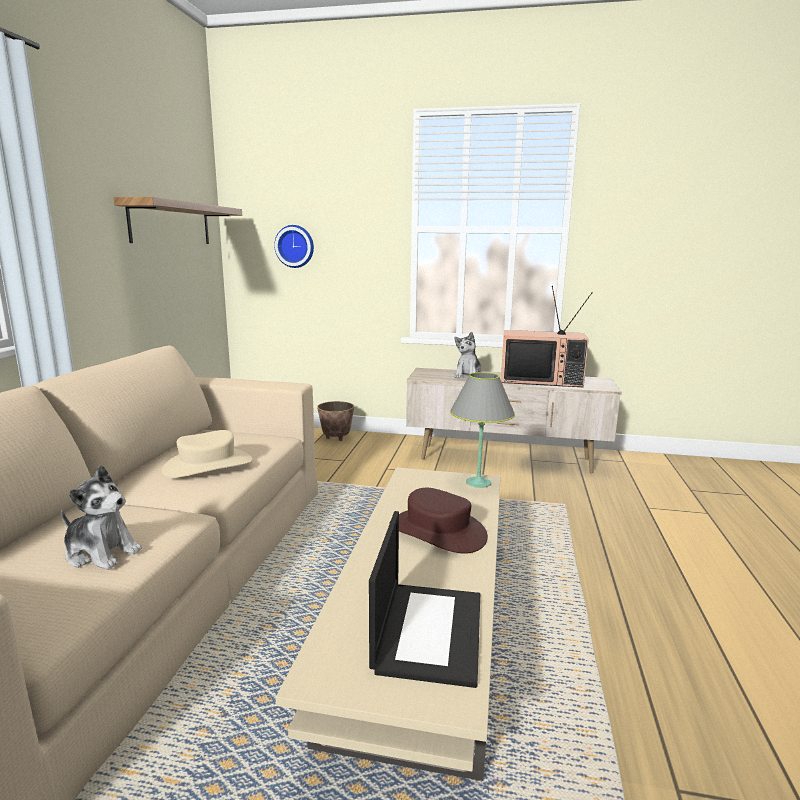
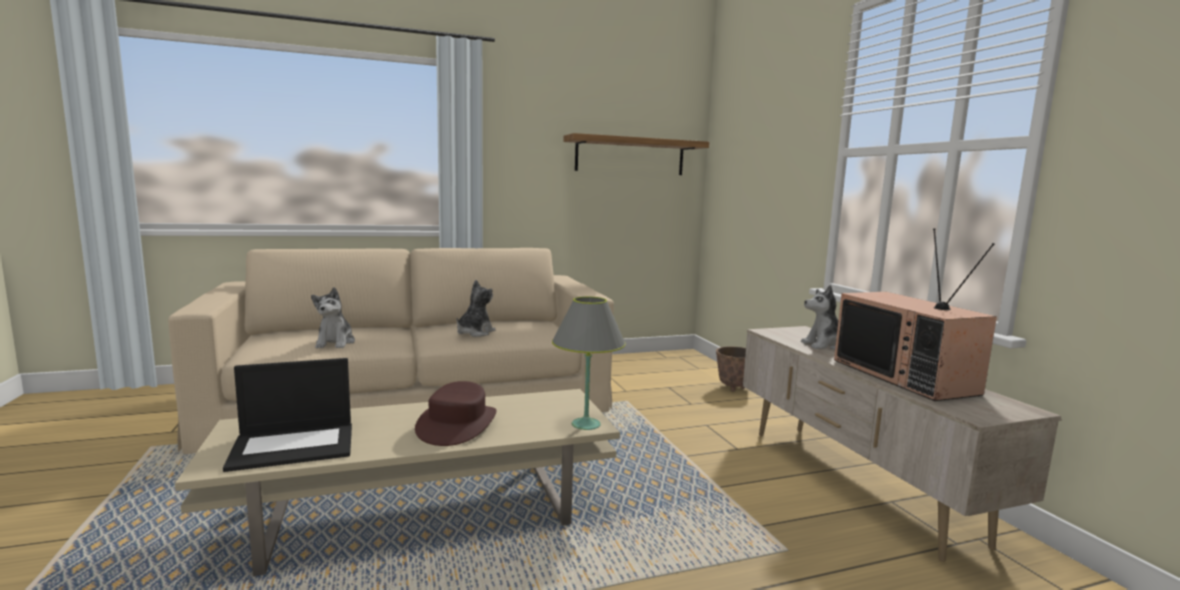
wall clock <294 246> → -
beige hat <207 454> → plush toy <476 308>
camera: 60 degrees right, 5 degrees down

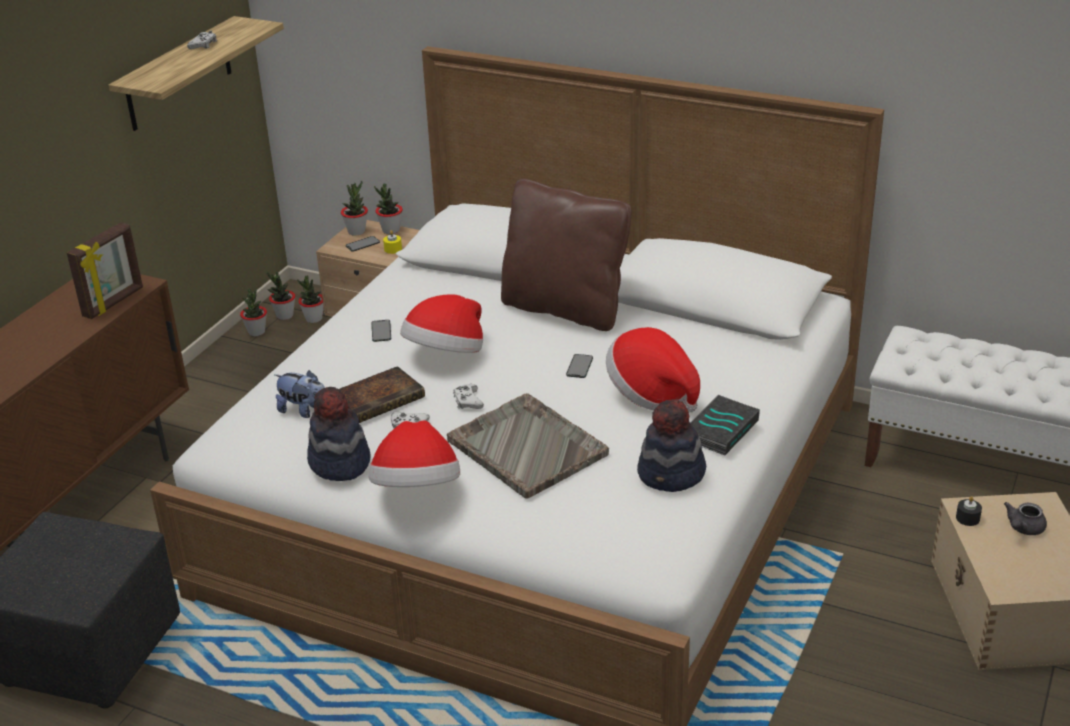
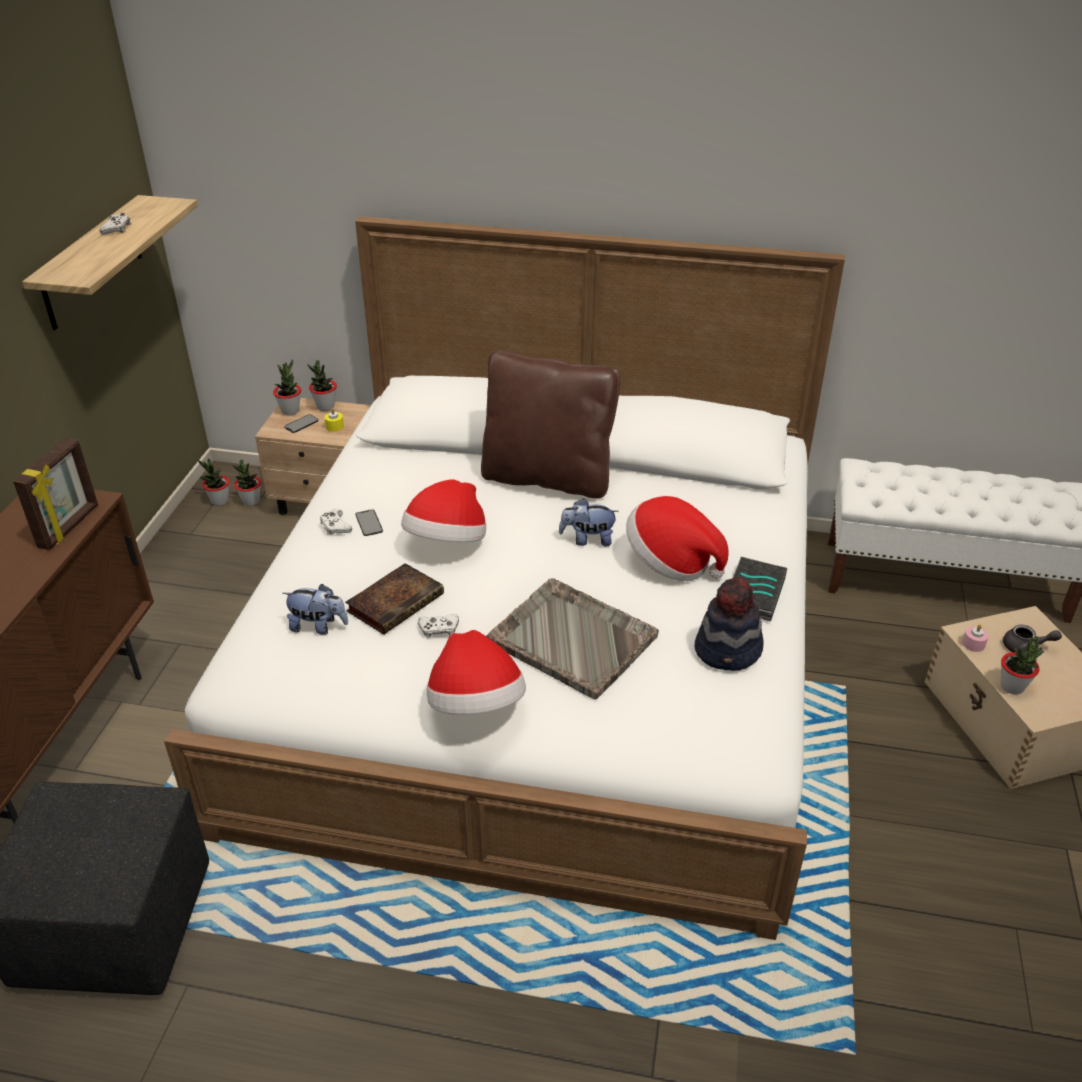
potted plant <253 312> → potted plant <1023 665>, move
phone <579 366> → plush toy <589 522>
white game controller <468 396> → white game controller <336 522>, move
hat <339 434> → -
black candle <969 511> → pink candle <975 638>
grey teapot <1025 518> → grey teapot <1032 638>, 105 degrees counterclockwise
camera: 15 degrees left, 5 degrees up

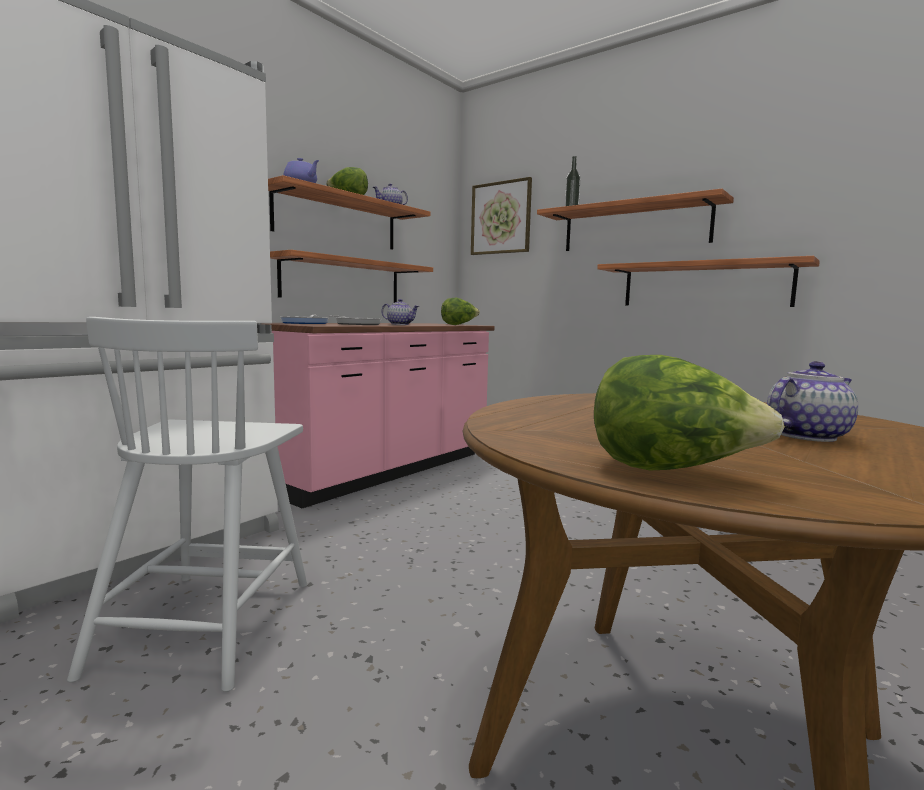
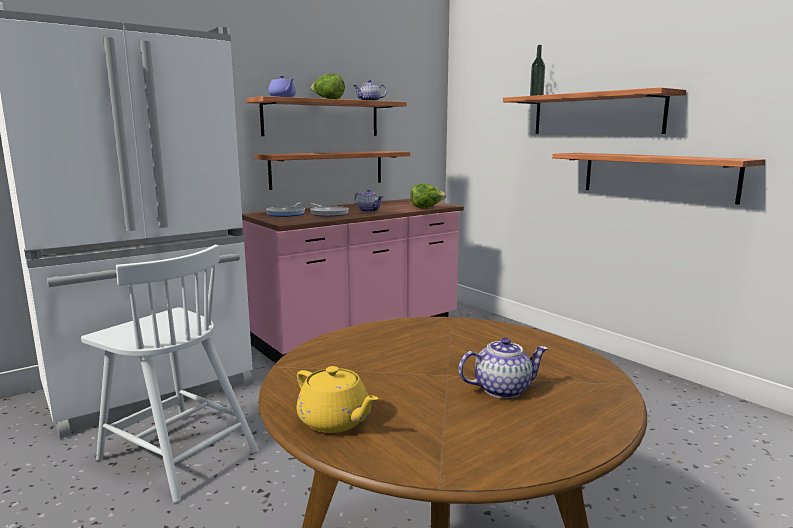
picture <501 216> → -
white chair <187 504> → white chair <170 374>, 75 degrees counterclockwise
lettuce <689 412> → yellow teapot <338 399>
camera: 15 degrees right, 5 degrees up

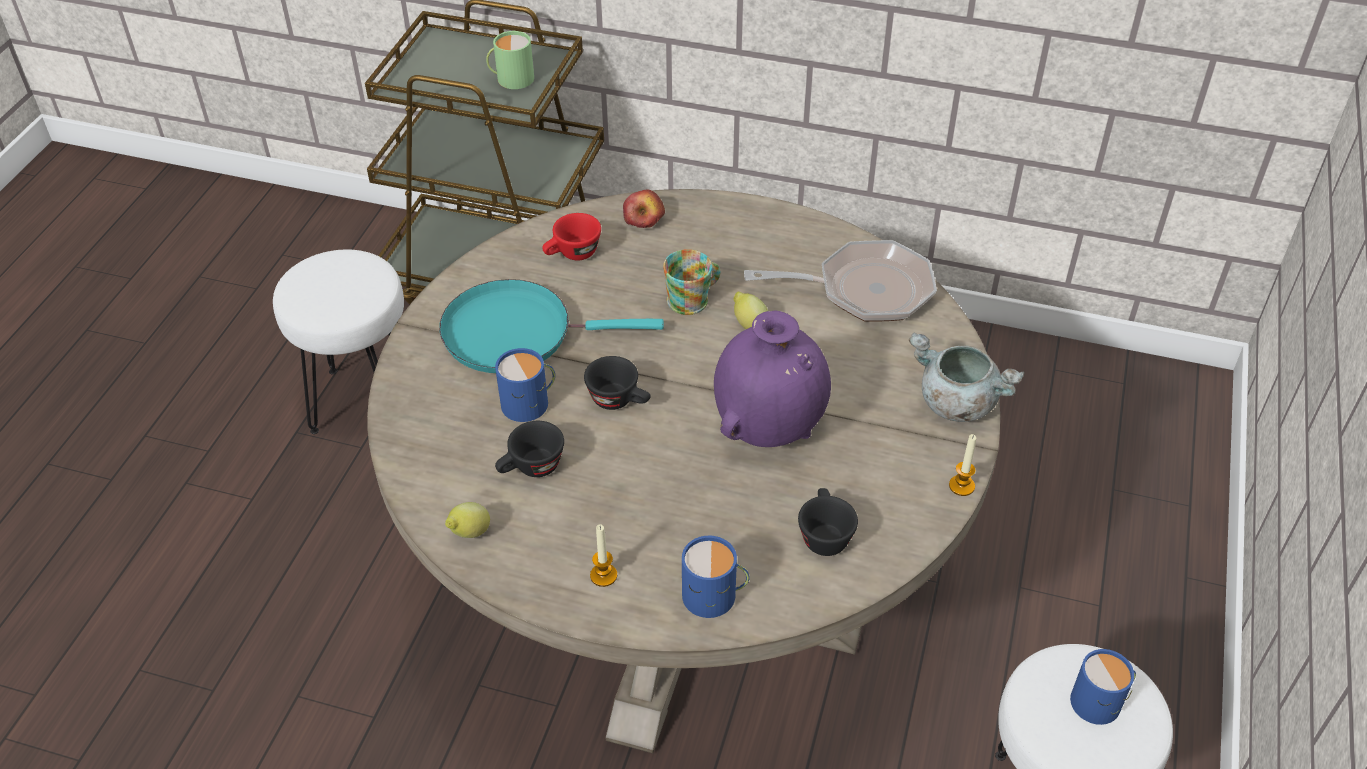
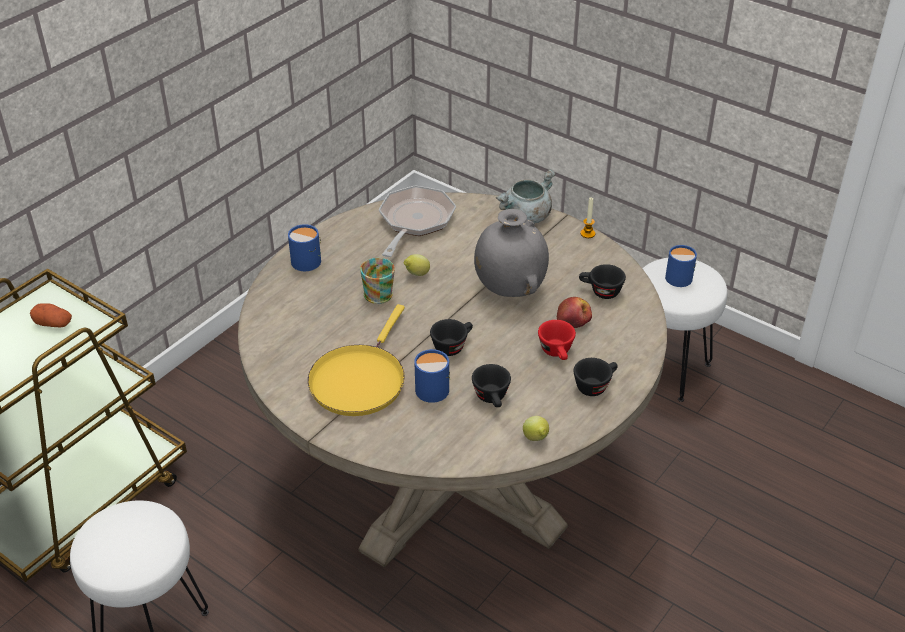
green mug <510 60> → potato <51 315>
apple <644 209> → apple <574 312>, move
red cup <571 236> → red cup <557 340>, move
turquoise frying pan <551 326> → yellow frying pan <356 360>
purple vase <772 378> → grey vase <511 253>
candle <603 555> → black cup <596 377>
blue mug <716 577> → blue mug <304 247>, move
camera: 70 degrees left, 5 degrees down

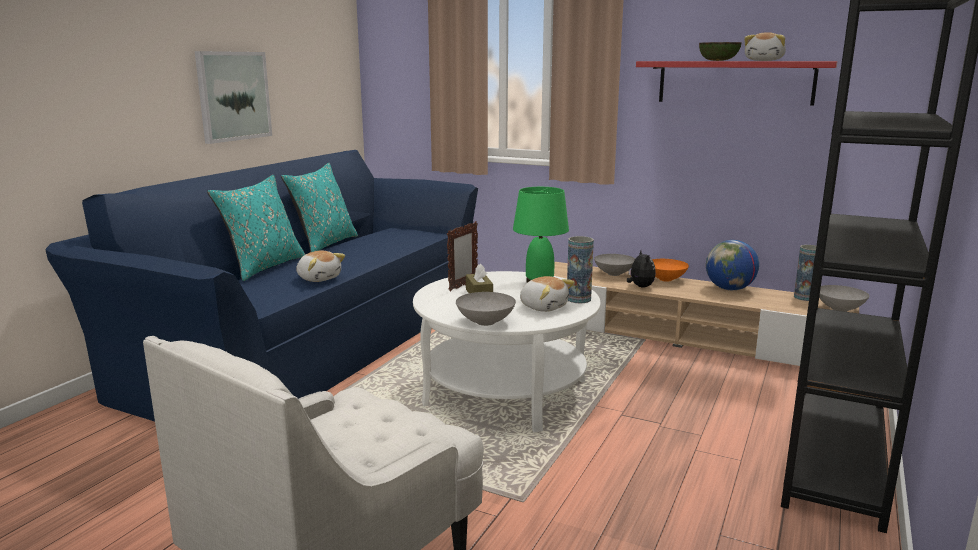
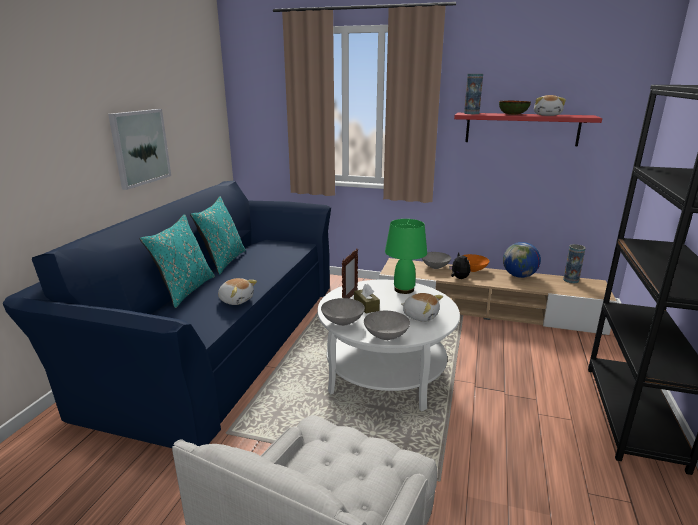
vase <580 269> → vase <473 94>, move
grey bowl <844 298> → grey bowl <343 312>, move
camera: 10 degrees left, 5 degrees up

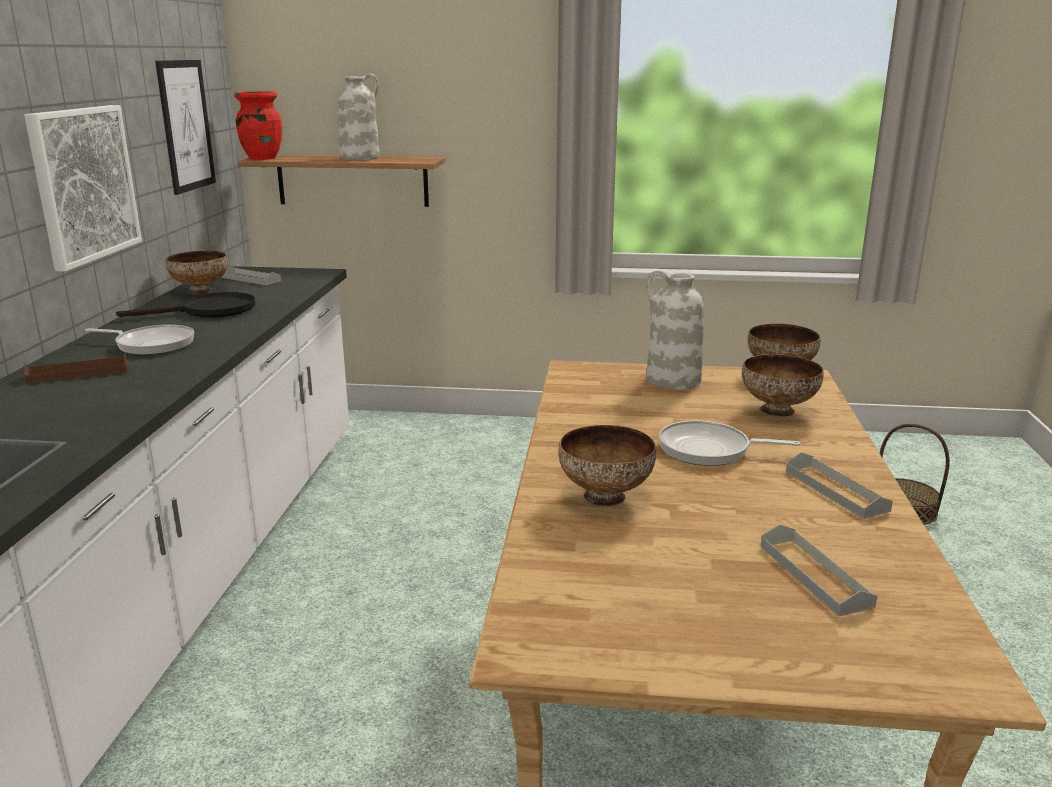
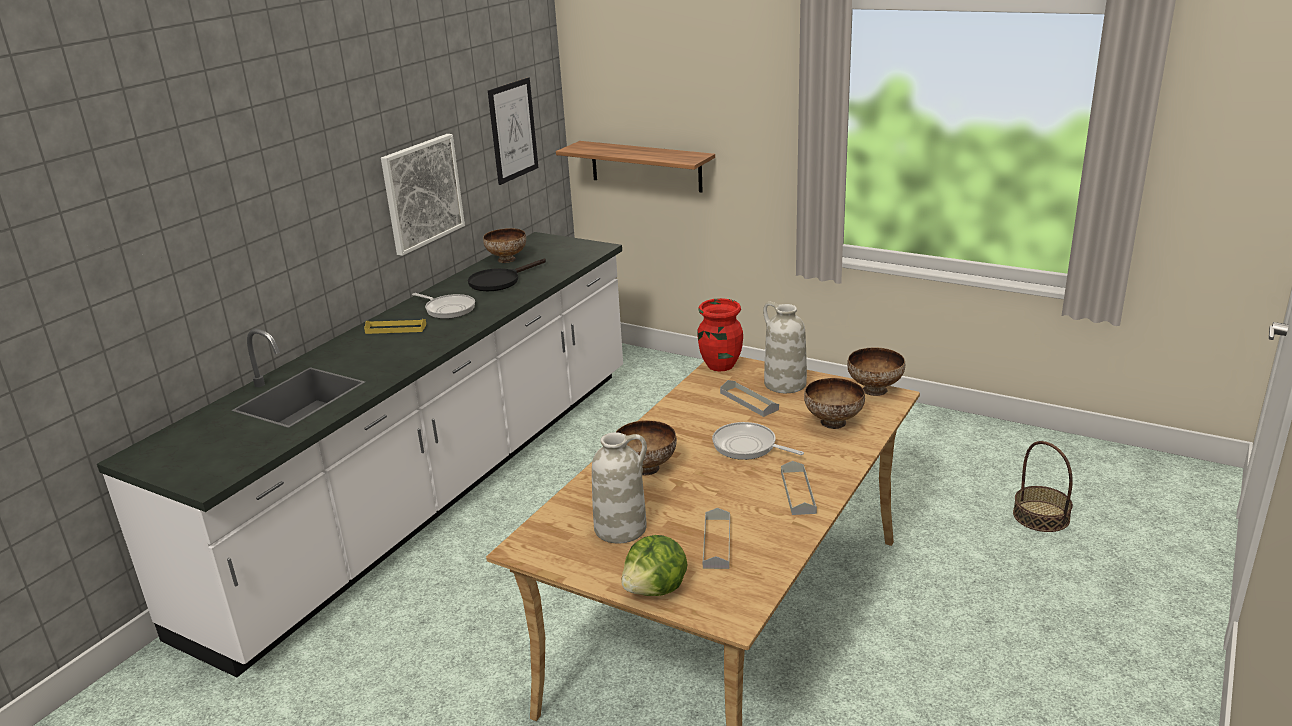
white vase <359 117> → white vase <619 487>, move
red vase <258 125> → red vase <720 335>, move
grey tray <251 275> → grey tray <749 398>, move
black frying pan <185 305> → black frying pan <507 275>, 135 degrees clockwise
brown tray <76 368> → yellow tray <395 326>
- → lettuce <654 565>
camera: 25 degrees right, 5 degrees up

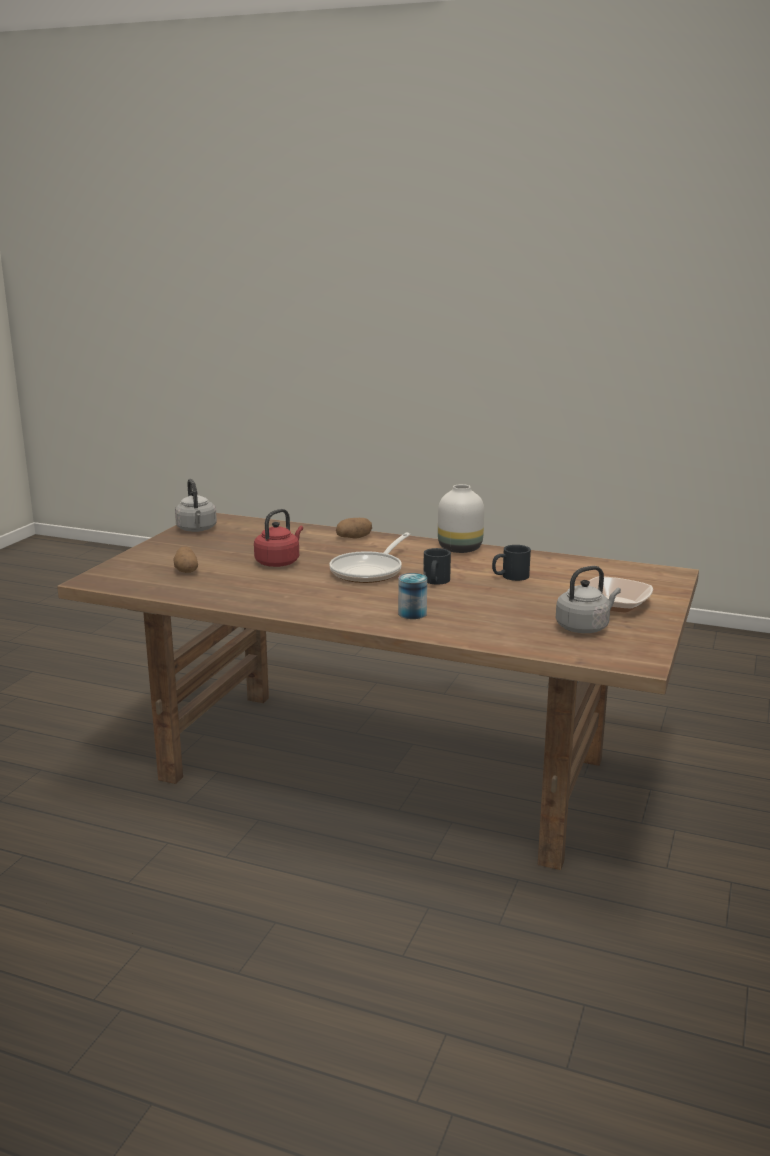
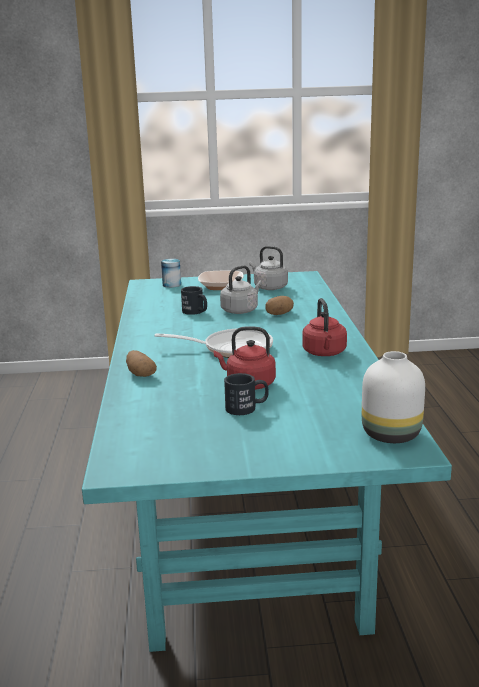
grey kettle <196 505> → grey kettle <241 289>, move
white vase <461 518> → white vase <393 397>, move
brown dining table <378 691> → turquoise dining table <267 461>
potato <185 559> → potato <280 305>, move
black mug <437 566> → black mug <246 394>, move
can <412 596> → can <171 273>, move
- → red kettle <324 327>
camera: 115 degrees left, 0 degrees up

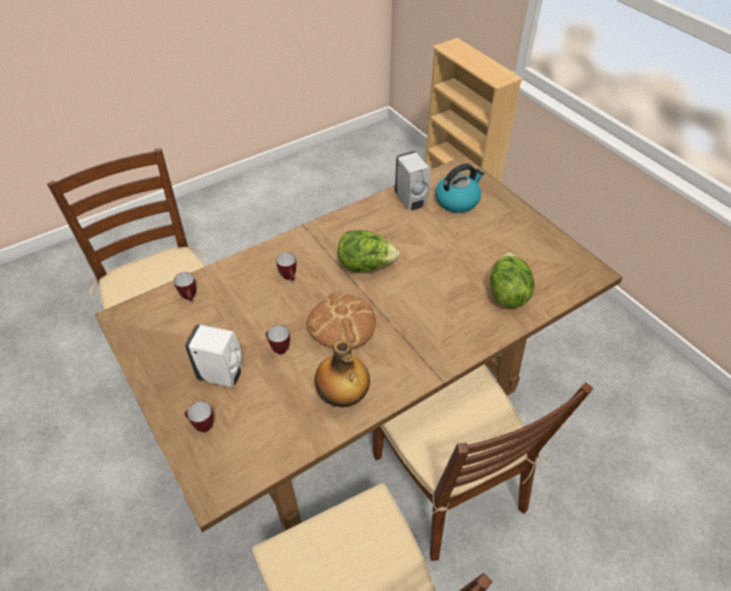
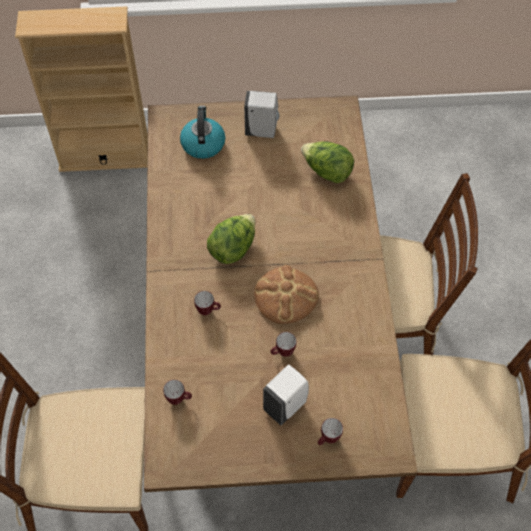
white soap dispenser <412 180> → white soap dispenser <262 114>, move
bottle <342 373> → -
camera: 60 degrees left, 10 degrees up

